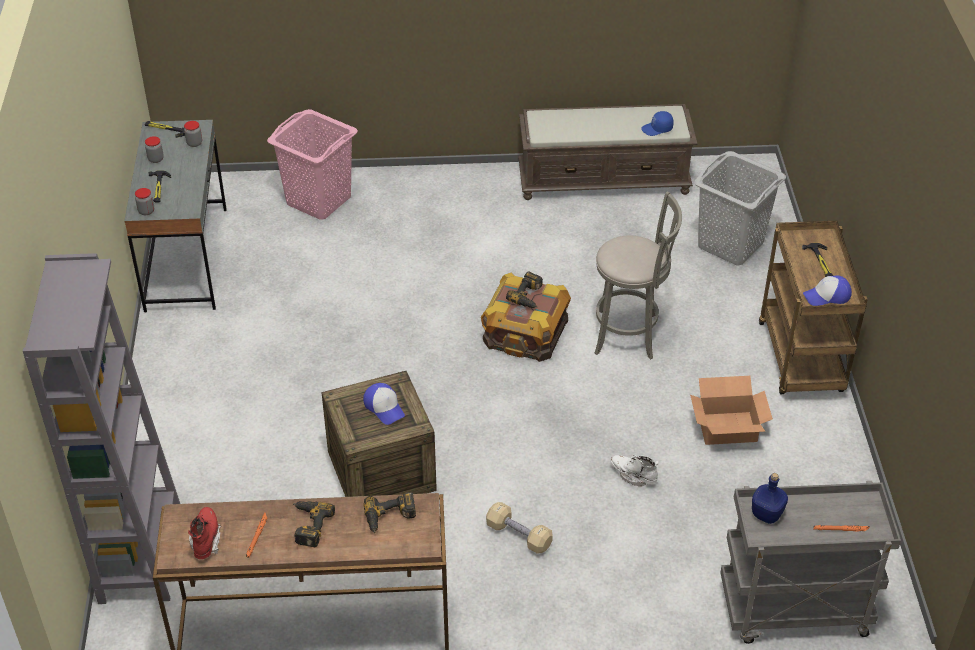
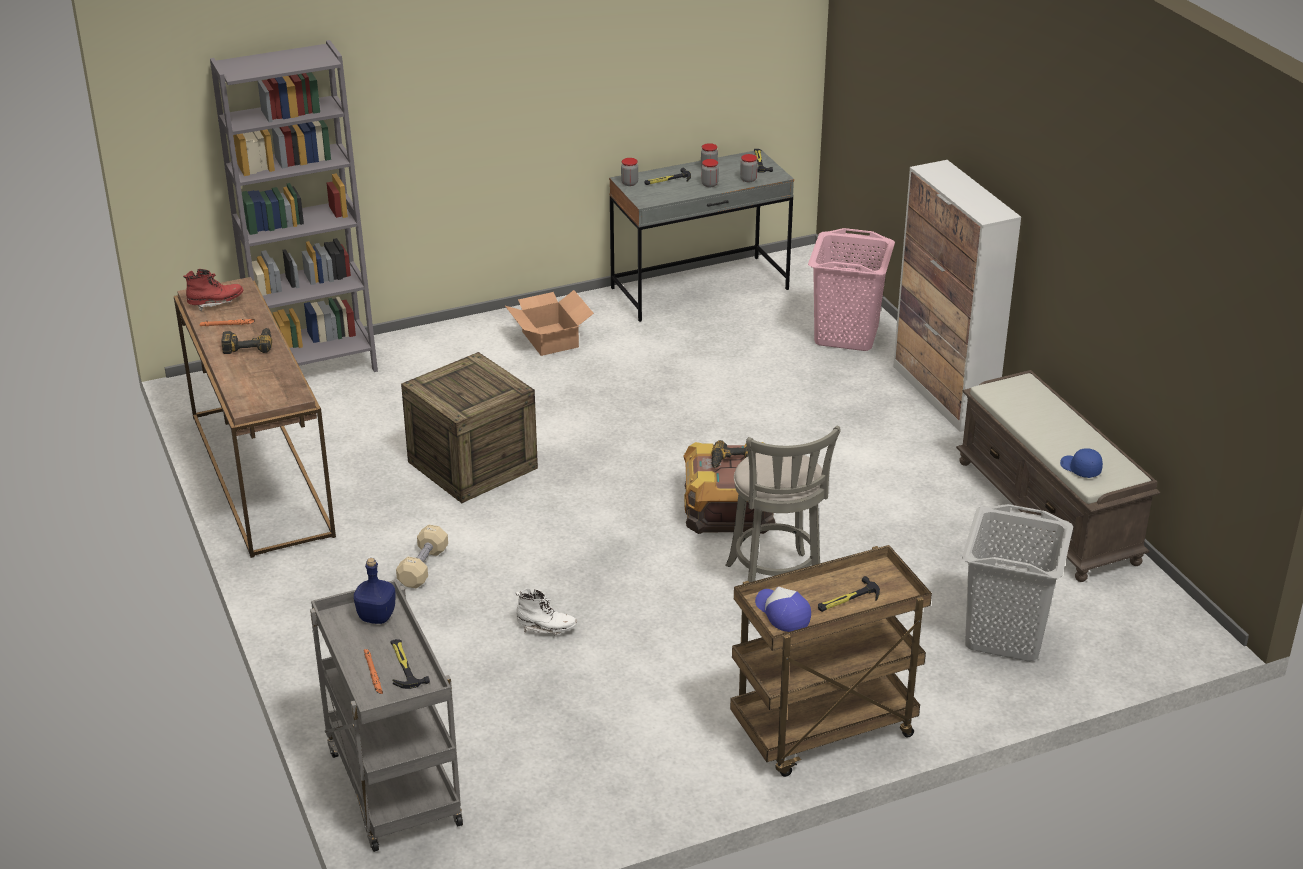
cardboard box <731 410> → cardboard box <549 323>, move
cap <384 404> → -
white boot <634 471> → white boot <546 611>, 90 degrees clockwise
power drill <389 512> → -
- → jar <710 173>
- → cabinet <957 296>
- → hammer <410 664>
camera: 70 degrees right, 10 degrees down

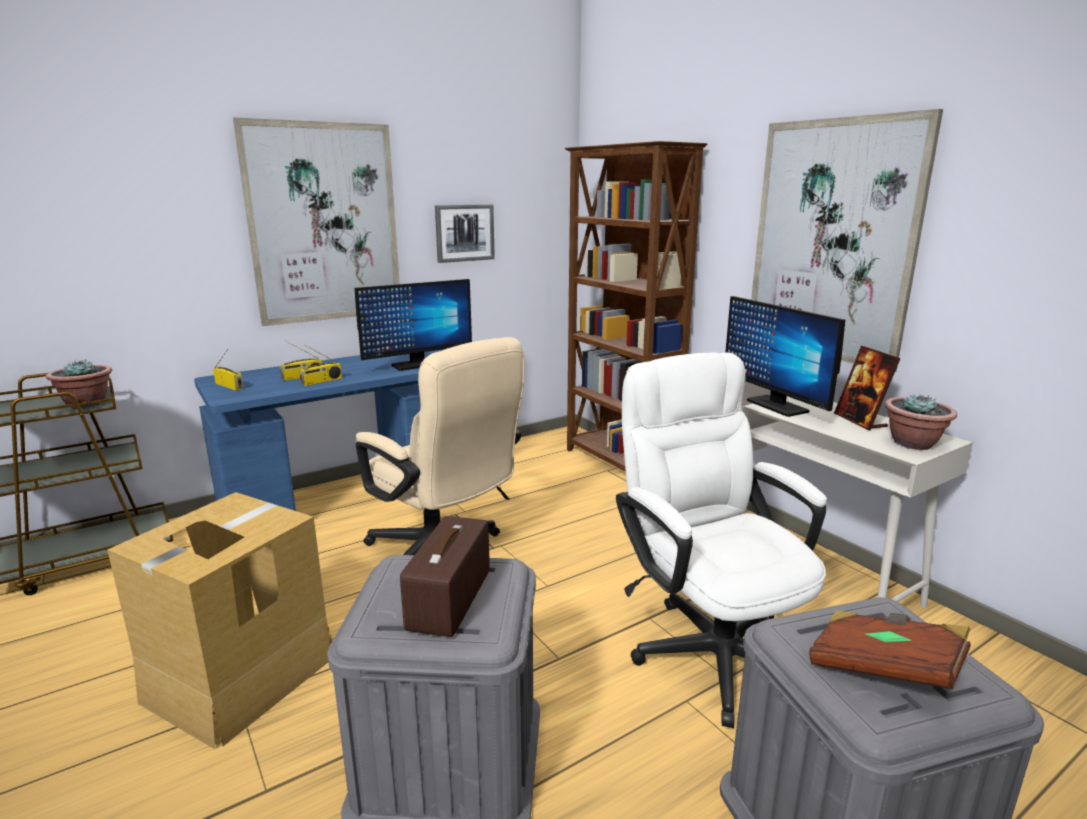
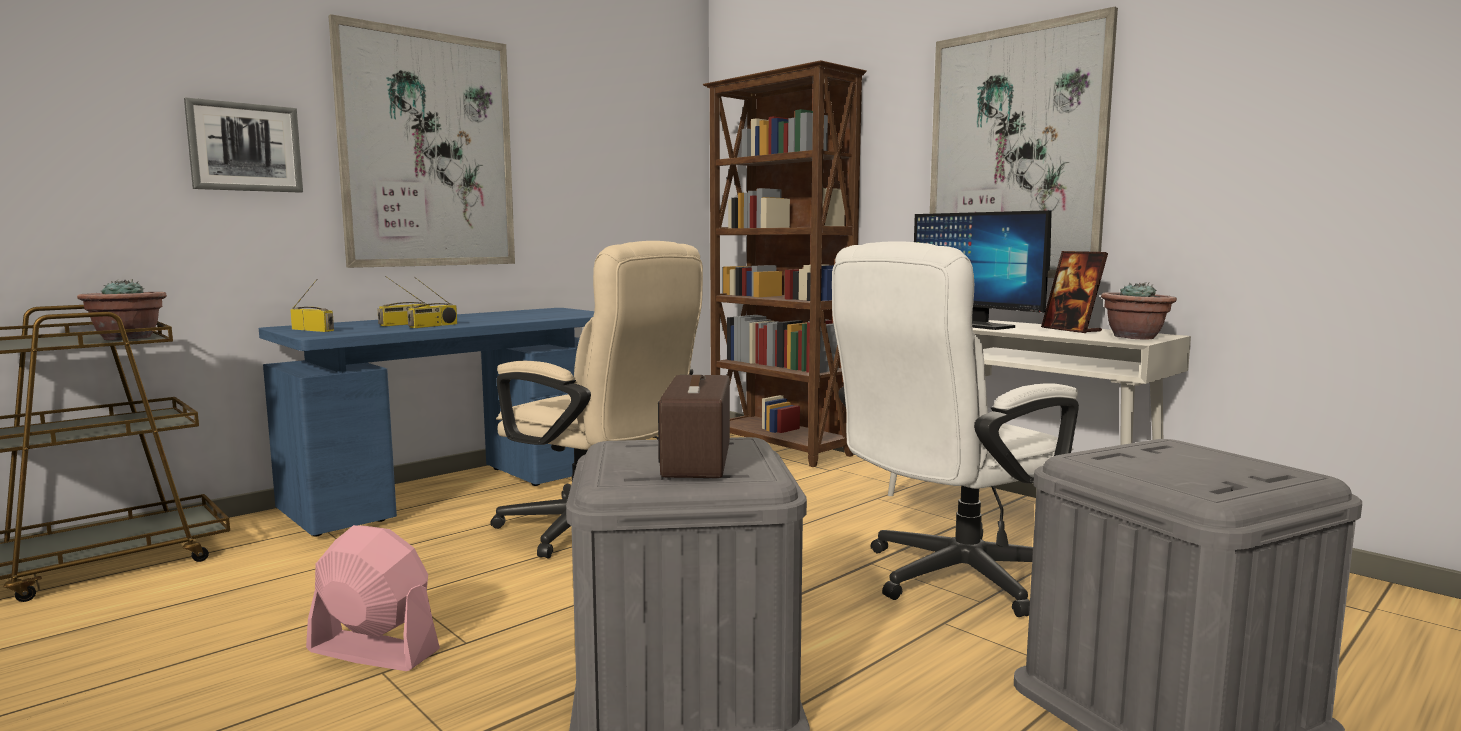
picture <465 233> → picture <243 145>, move
monitor <413 325> → -
white office chair <721 540> → white office chair <955 429>, 90 degrees counterclockwise
cardboard box <219 620> → pink fan <373 598>
brown book <890 649> → -
camera: 10 degrees left, 10 degrees down

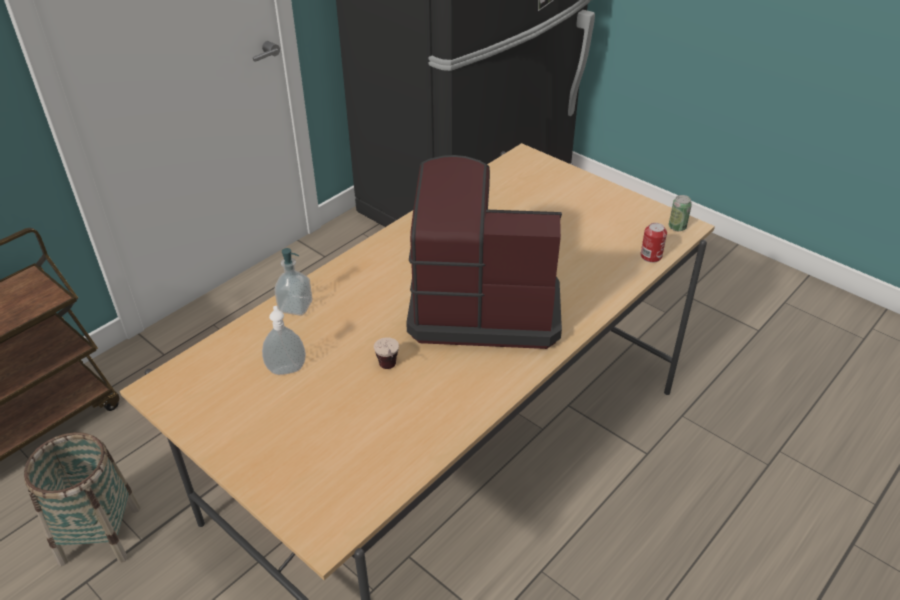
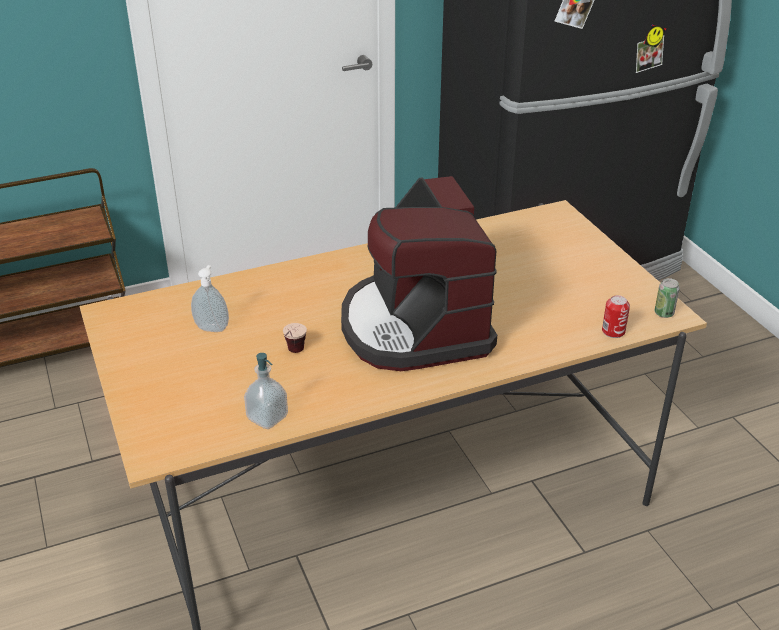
coffee machine <484 252> → coffee machine <419 273>, 135 degrees counterclockwise
soap dispenser <293 282> → soap dispenser <266 391>, move
basket <82 499> → -
camera: 25 degrees right, 5 degrees down

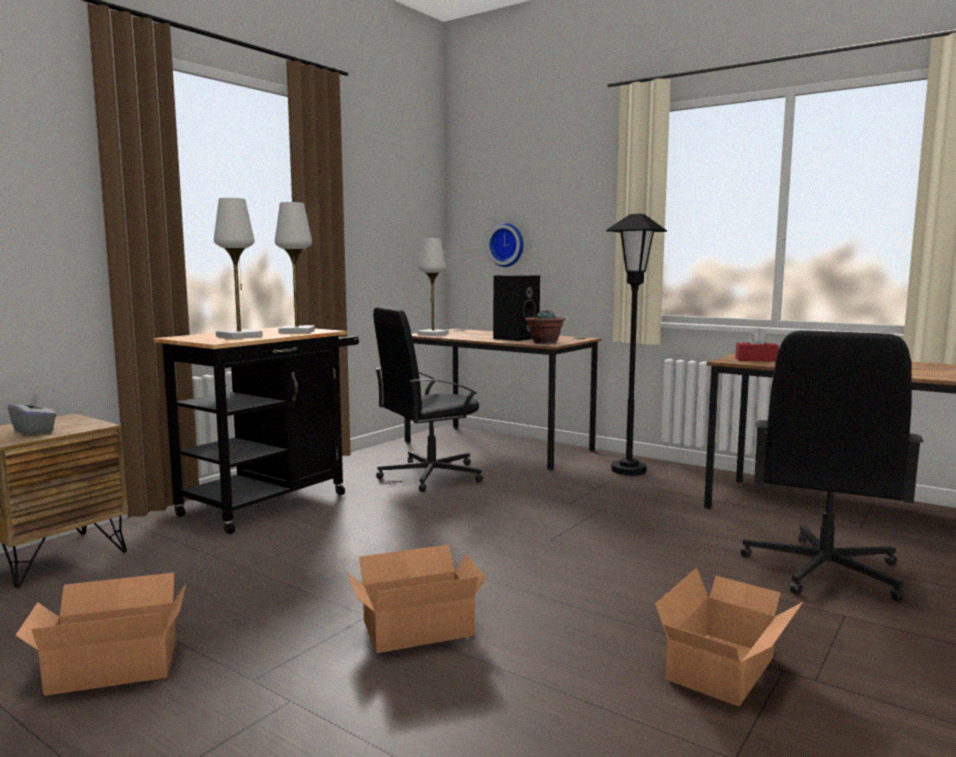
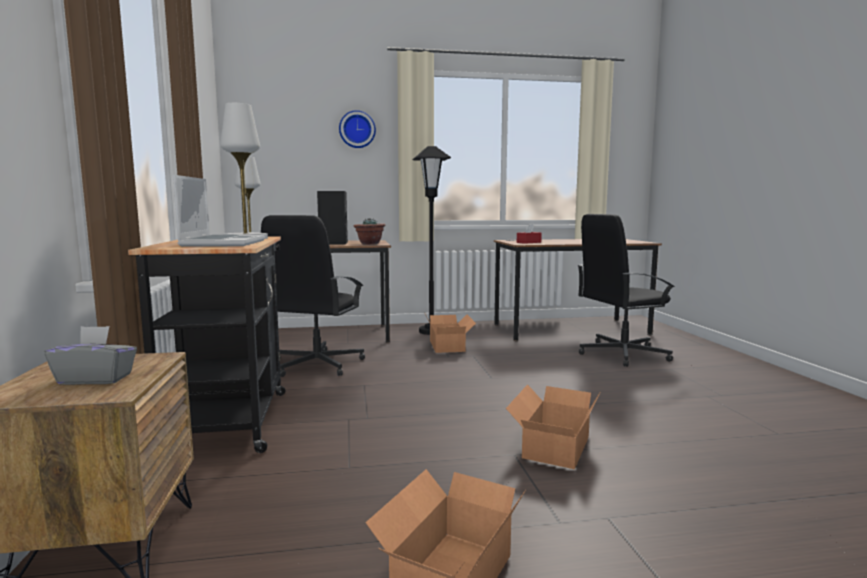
white table lamp <238 268> → laptop <219 211>
wall clock <505 245> → wall clock <357 129>, move
black office chair <832 466> → black office chair <626 290>, 90 degrees clockwise
cardboard box <729 637> → cardboard box <450 333>, move
camera: 45 degrees left, 0 degrees up

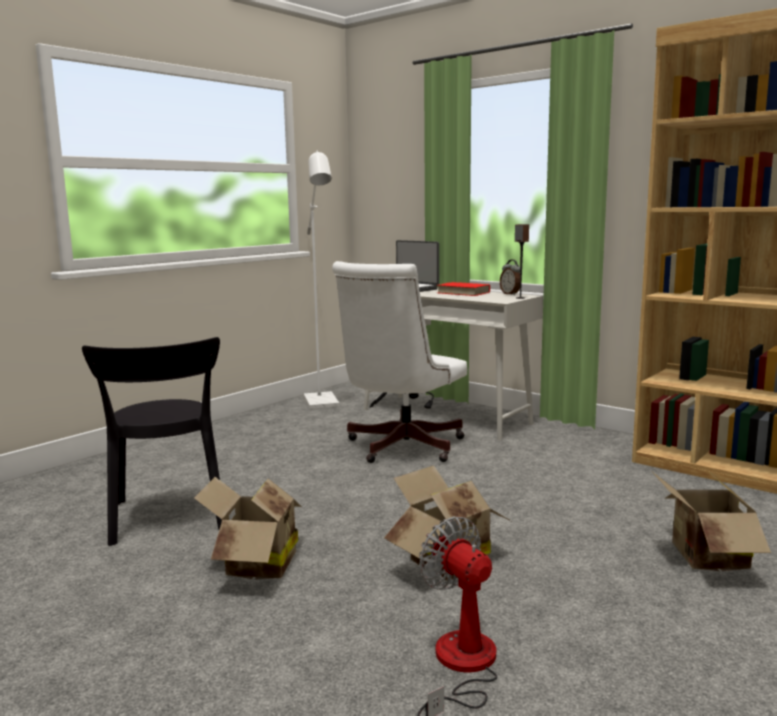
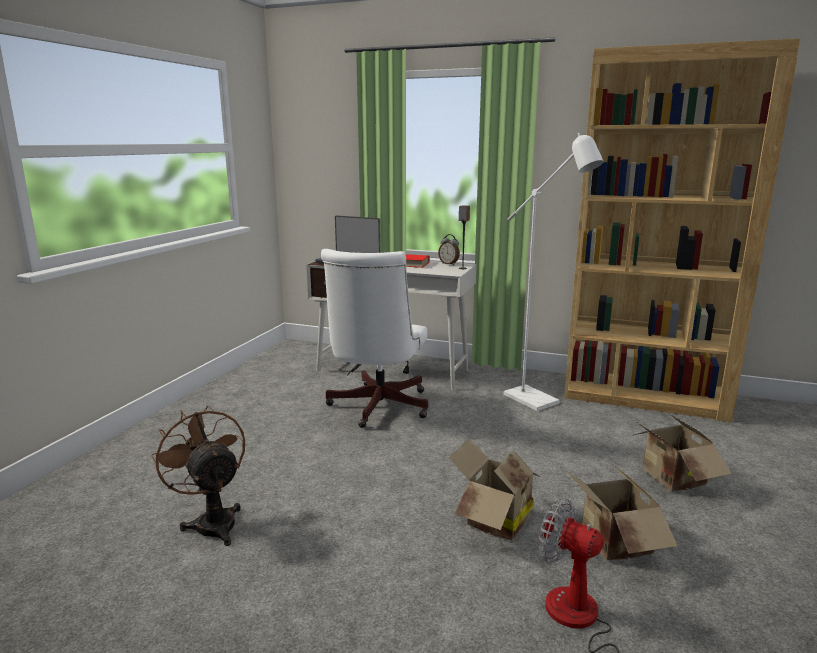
white floor lamp <321 280> → white floor lamp <554 272>, move
black chair <152 441> → brown fan <198 475>
cardboard box <248 528> → cardboard box <621 513>, move
camera: 20 degrees left, 5 degrees up

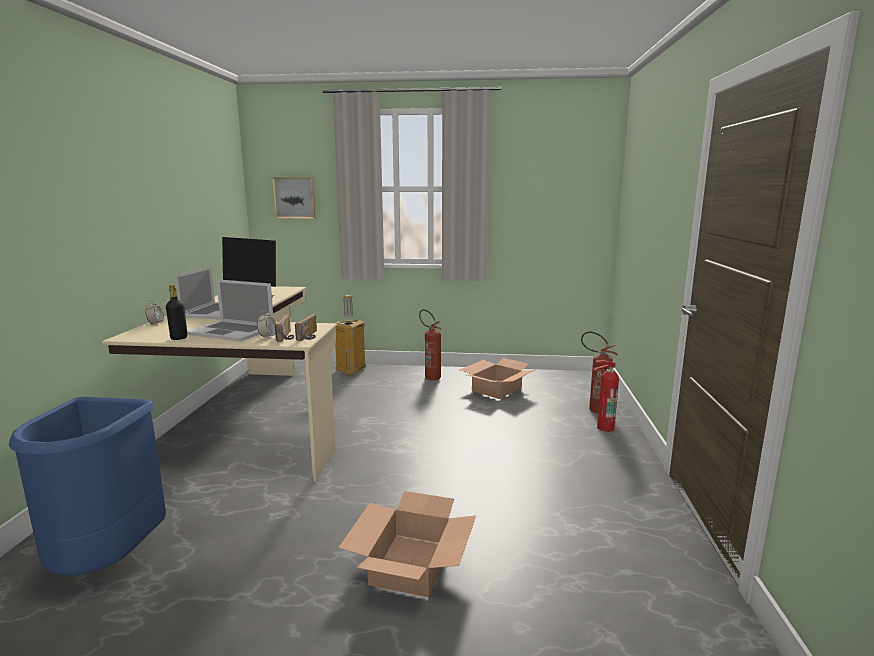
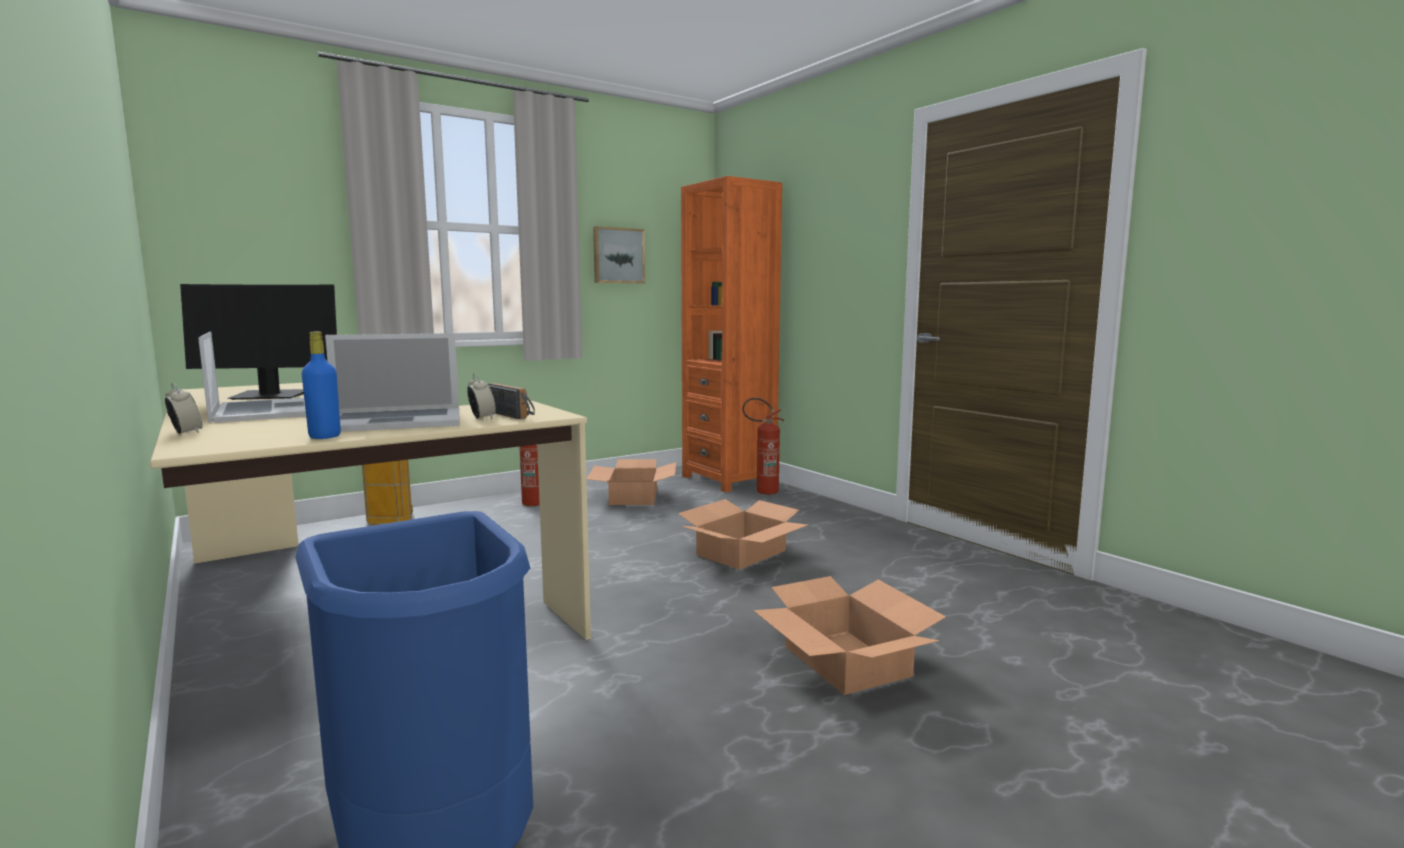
picture <294 198> → picture <619 255>, move
black bottle <176 312> → blue bottle <321 385>
radio <306 327> → -
fire extinguisher <606 396> → -
- → orange bookcase <731 334>
- → cardboard box <742 534>
camera: 40 degrees left, 5 degrees down

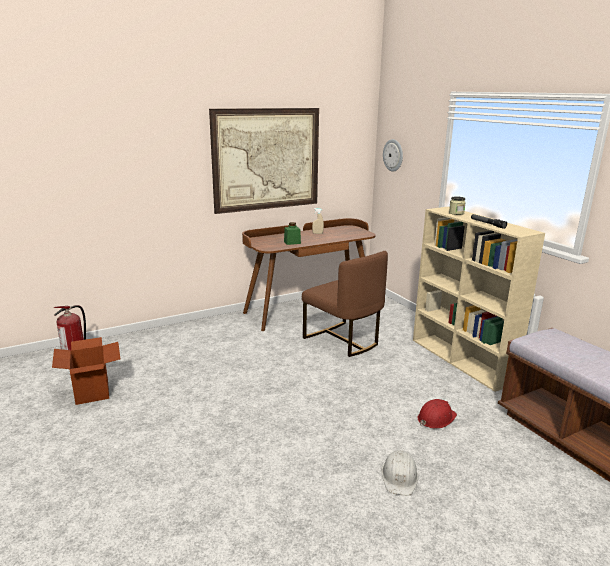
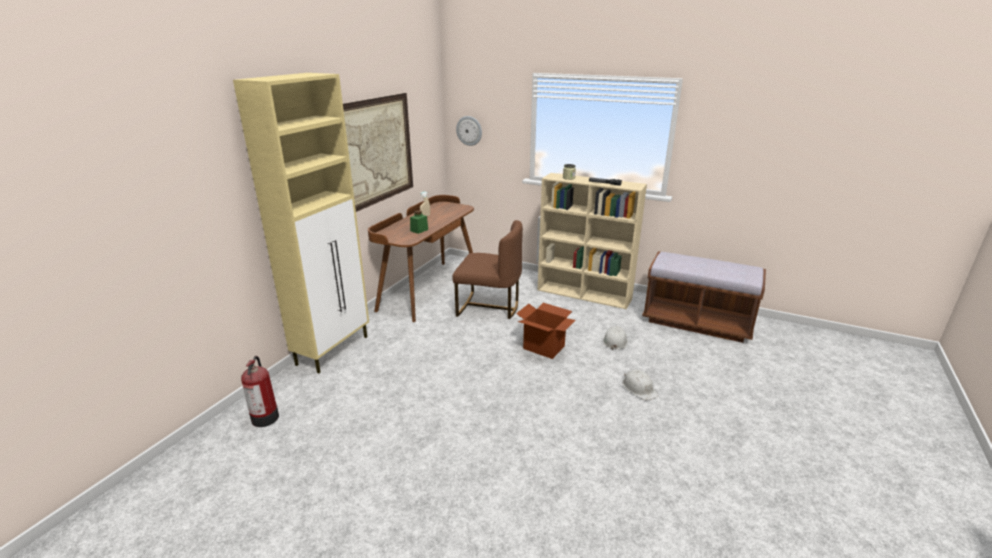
cardboard box <86 371> → cardboard box <546 331>, move
red hard hat <437 414> → white hard hat <615 338>
- → beige cabinet <301 223>
camera: 35 degrees left, 5 degrees up

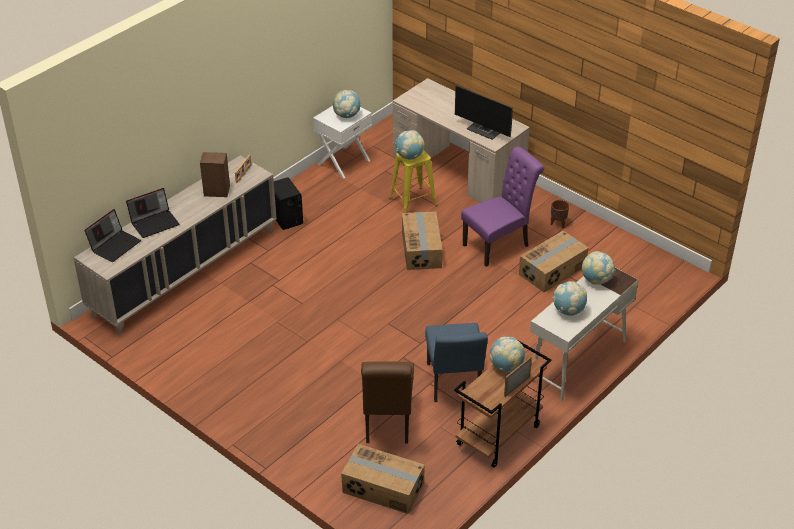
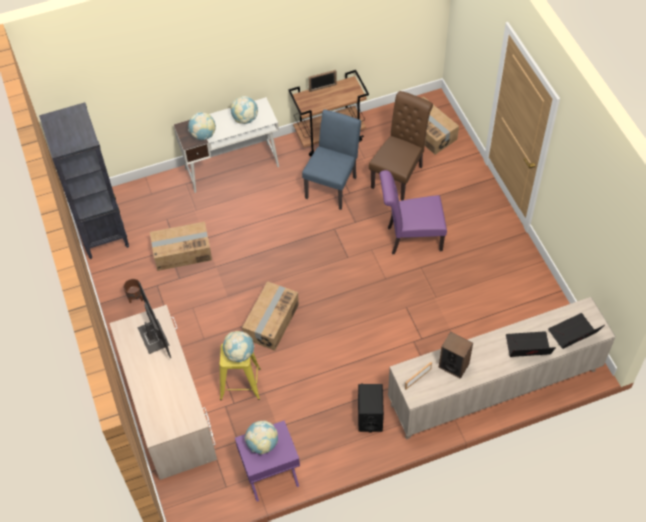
white nightstand <342 142> → purple nightstand <267 460>
purple chair <502 207> → purple chair <413 212>, move
globe <507 354> → -
- → black bookcase <84 180>
camera: 150 degrees left, 15 degrees up

